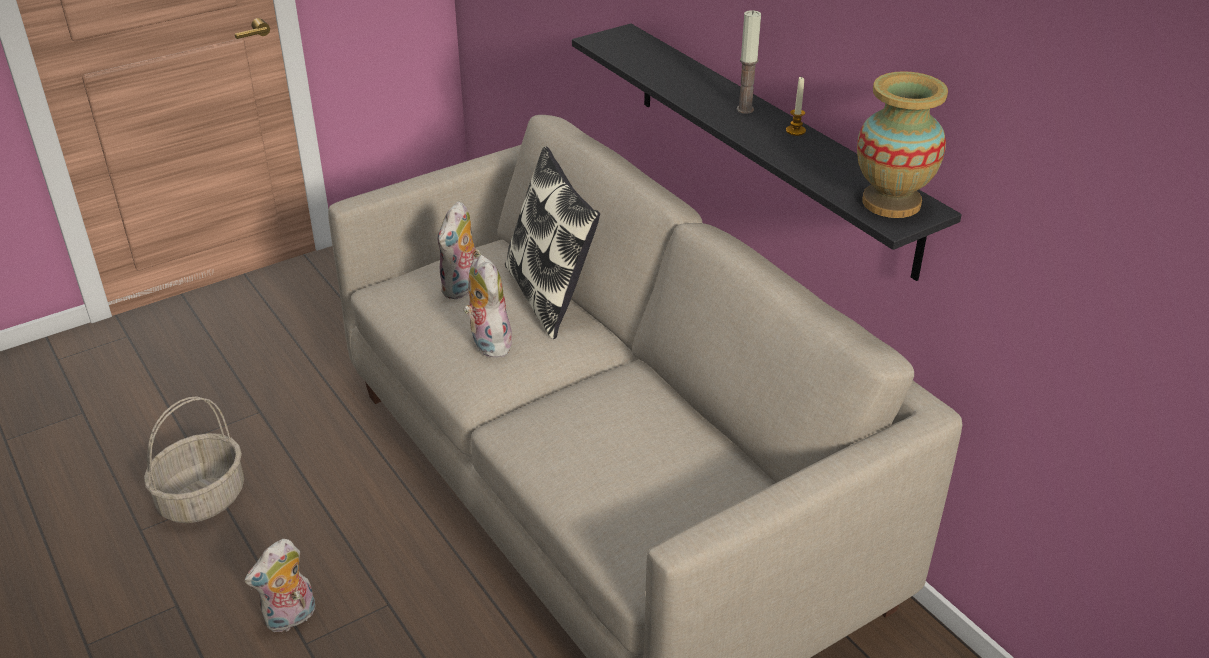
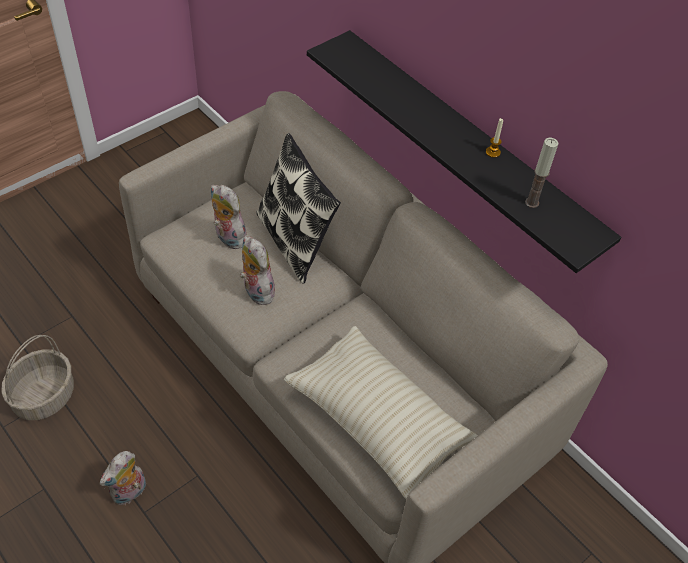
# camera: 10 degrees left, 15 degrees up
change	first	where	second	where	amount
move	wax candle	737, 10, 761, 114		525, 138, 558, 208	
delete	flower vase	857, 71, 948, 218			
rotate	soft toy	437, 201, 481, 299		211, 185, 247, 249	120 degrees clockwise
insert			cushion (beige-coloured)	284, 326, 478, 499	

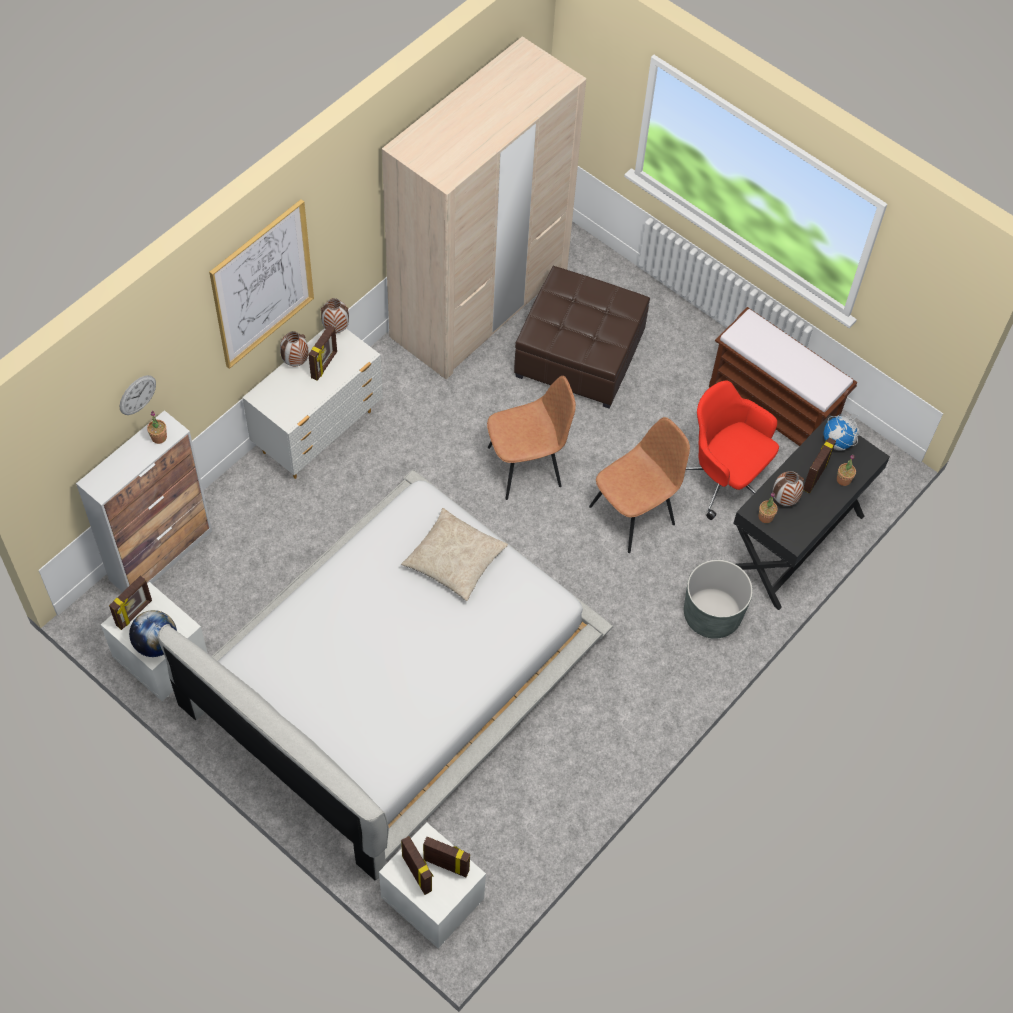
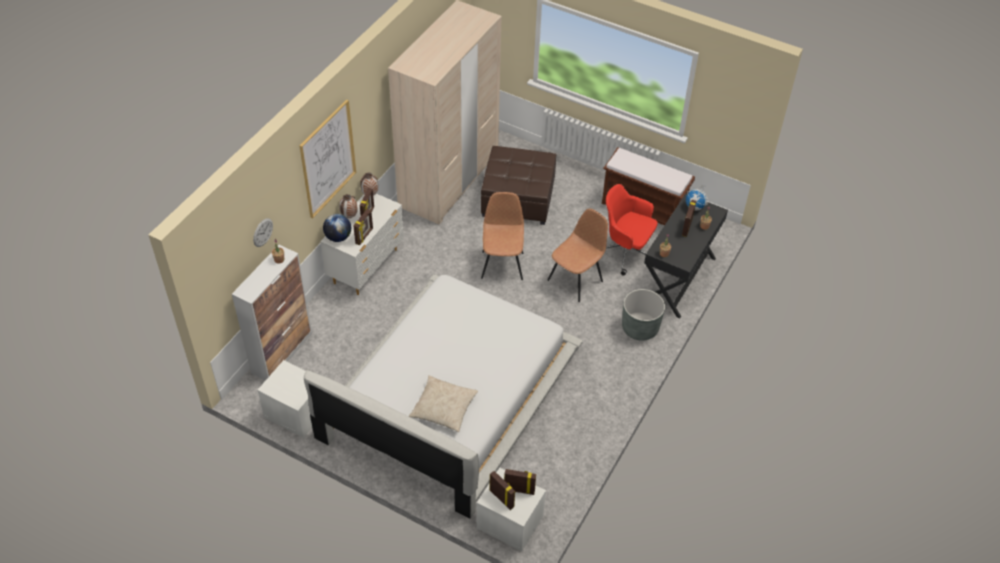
# camera: 10 degrees left, 10 degrees down
change	first	where	second	where	amount
rotate	plain chair (brownish)	487, 376, 576, 500		481, 192, 524, 280	60 degrees counterclockwise
delete	flower vase	773, 471, 804, 506			
move	cushion (beige-coloured)	401, 508, 508, 601		409, 375, 478, 432	
move	photo frame	109, 576, 152, 630		353, 209, 373, 245	
move	globe	129, 610, 177, 657		323, 214, 351, 242	

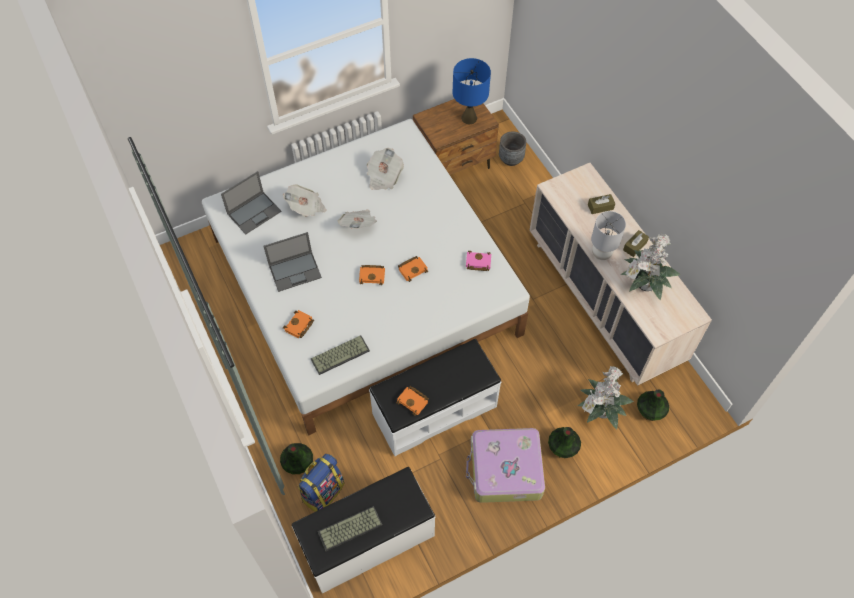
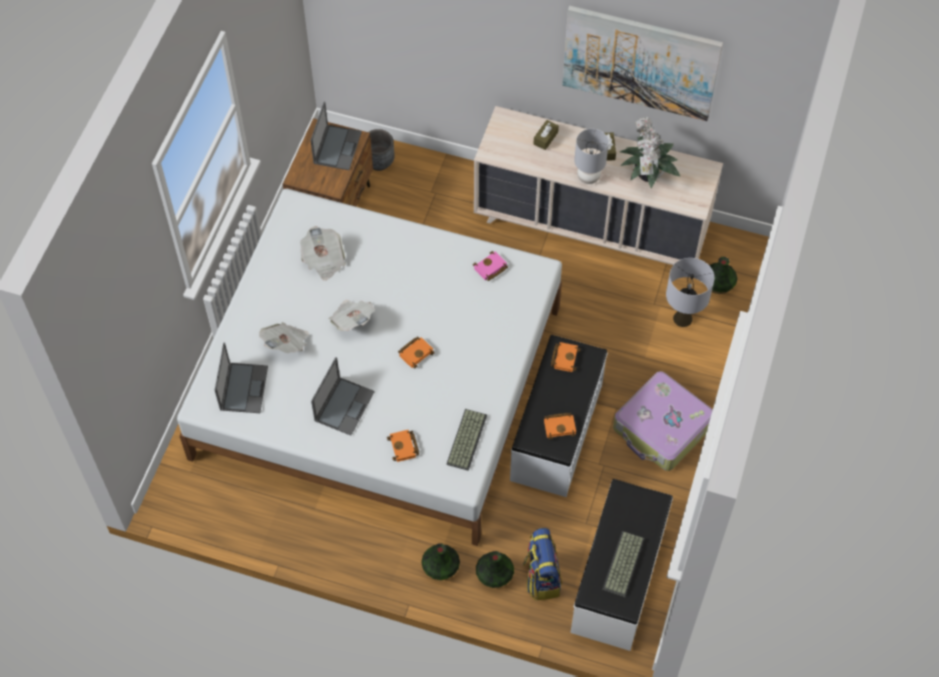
# camera: 45 degrees left, 0 degrees up
change	first	where	second	where	amount
replace	tabletop lamp (blue-coloured)	453, 58, 491, 124	laptop	311, 102, 362, 170	
move	volume (orange-coloured)	398, 256, 428, 282		551, 342, 581, 372	
replace	potted plant	578, 366, 634, 429	tabletop lamp (gray)	666, 258, 714, 327	
move	flower vase	548, 427, 581, 458		421, 543, 460, 580	
insert			picture	562, 6, 723, 121	

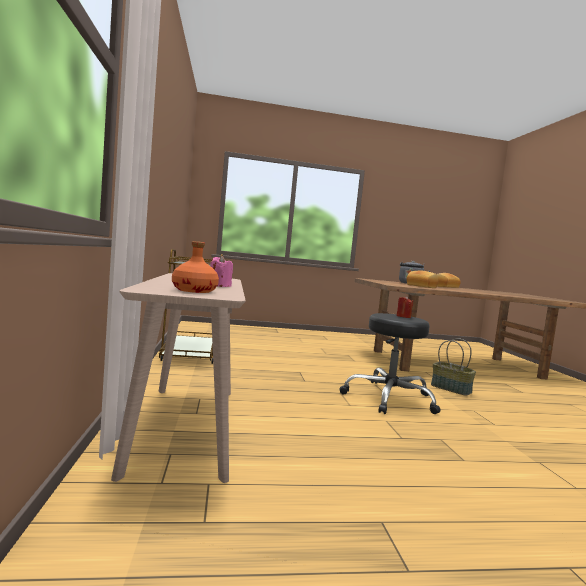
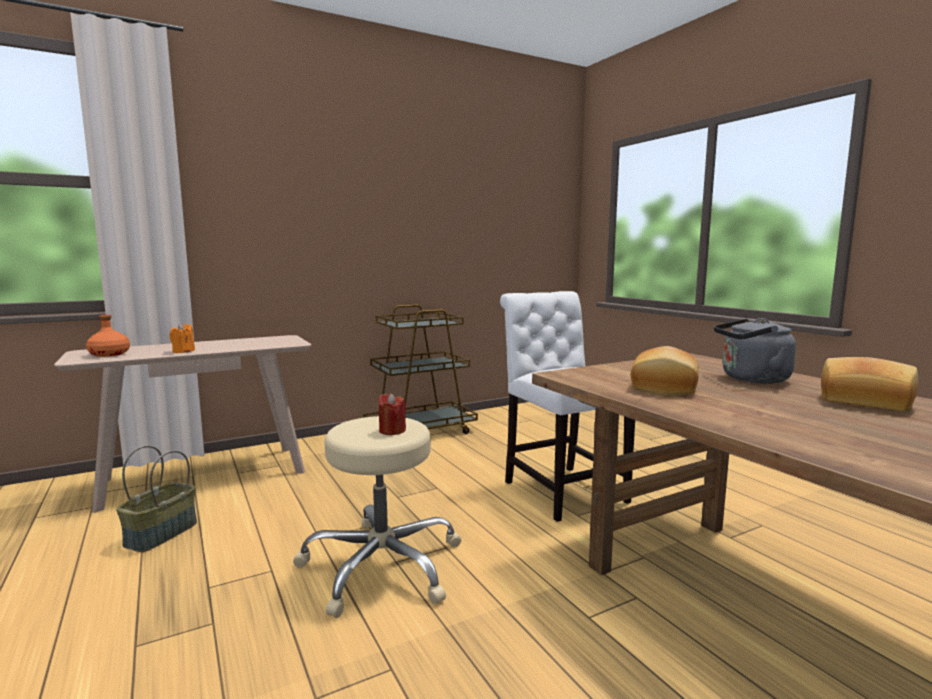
# camera: 70 degrees right, 5 degrees up
change	first	where	second	where	amount
recolor	wax candle (pink-coloured)	210, 255, 233, 287	wax candle (orange-coloured)	170, 323, 195, 353	
recolor	sitting stool (blackish)	340, 313, 441, 414	sitting stool (beige-coloured)	293, 416, 462, 618	
move	basket	431, 338, 476, 396		116, 445, 197, 552	
insert			plain chair (white-coloured)	500, 291, 635, 522	

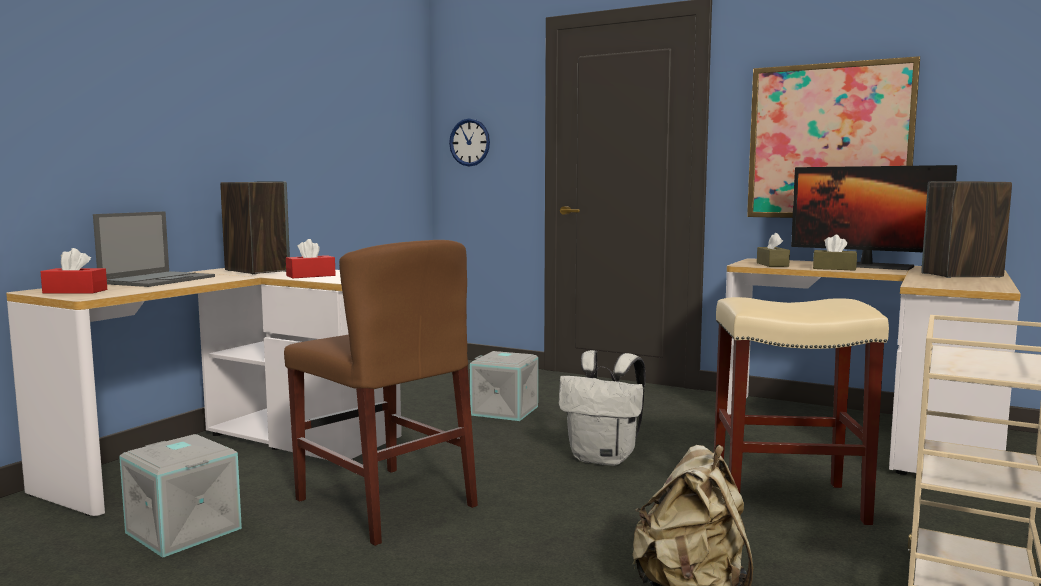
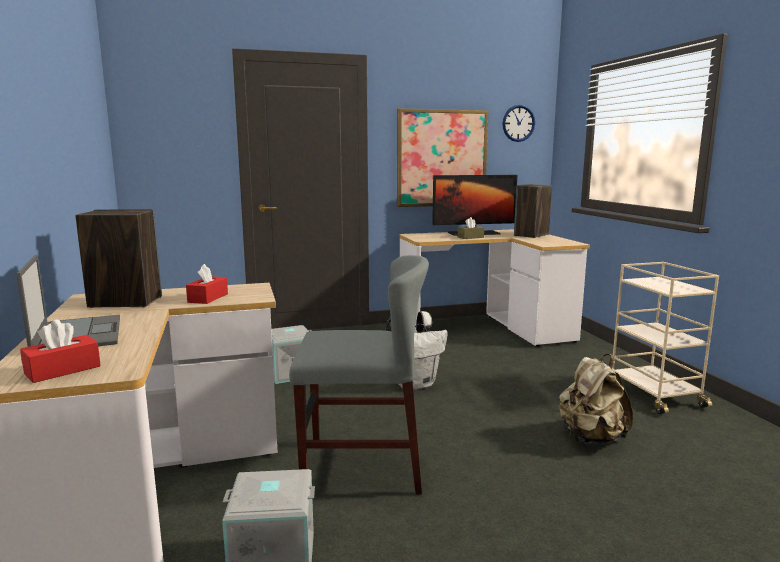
# camera: 45 degrees left, 5 degrees up
change	first	where	second	where	amount
move	hanging clock	449, 118, 490, 166		502, 105, 535, 142	
delete	tissue box (brownish)	757, 232, 790, 267			
recolor	plain chair (brownish)	284, 240, 478, 546	plain chair (gray)	289, 255, 429, 495	
delete	sitting stool (beige-coloured)	714, 297, 889, 525			

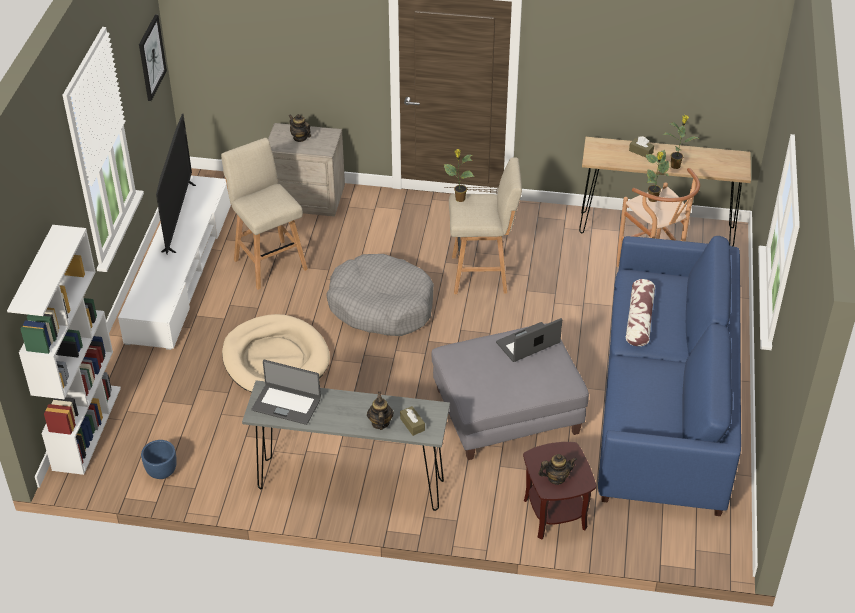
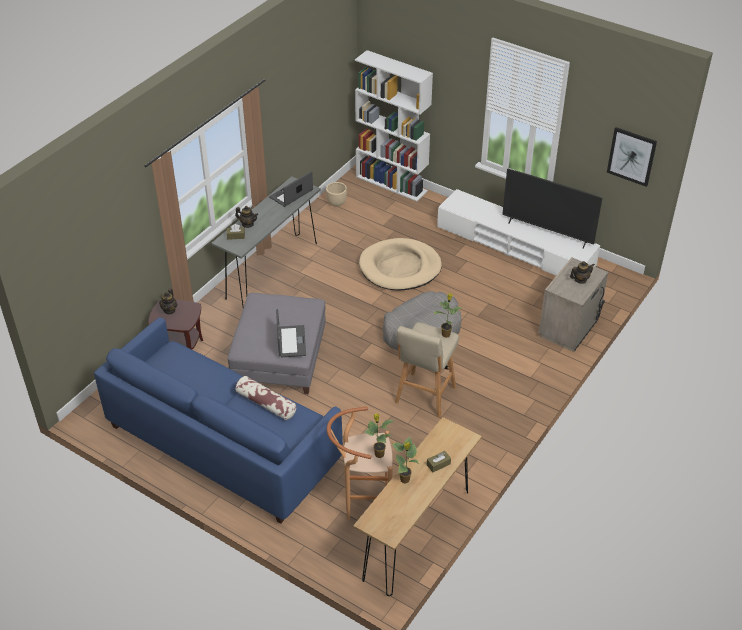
# camera: 115 degrees right, 0 degrees up
change	first	where	second	where	amount
delete	sitting stool (beige-coloured)	221, 138, 308, 290			
recolor	planter (blue-coloured)	141, 440, 177, 479	planter (beige-coloured)	326, 182, 347, 207	

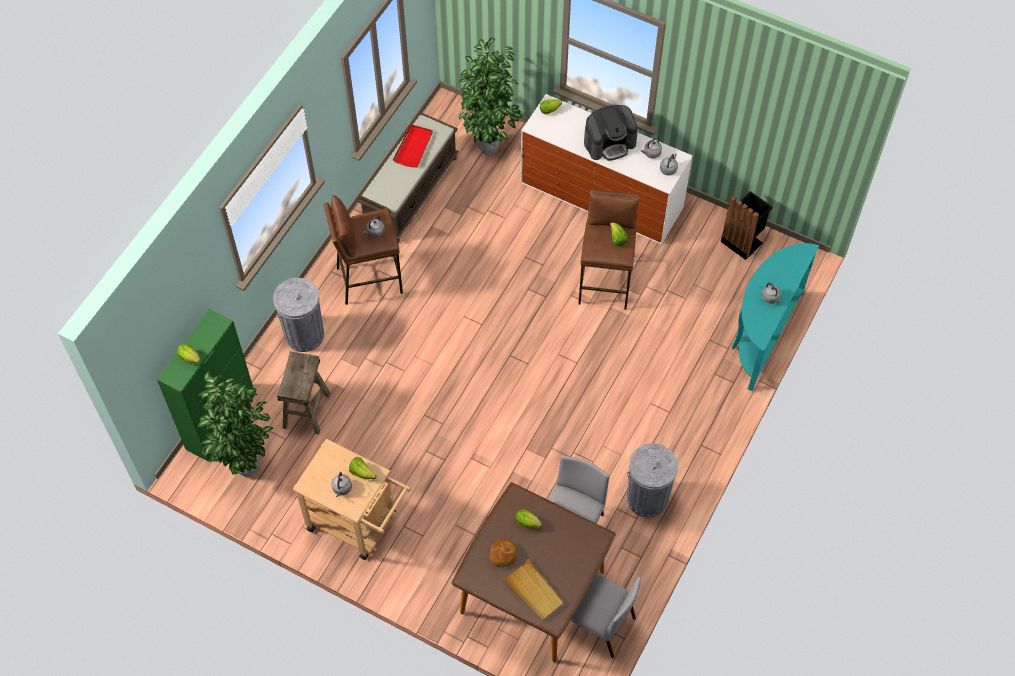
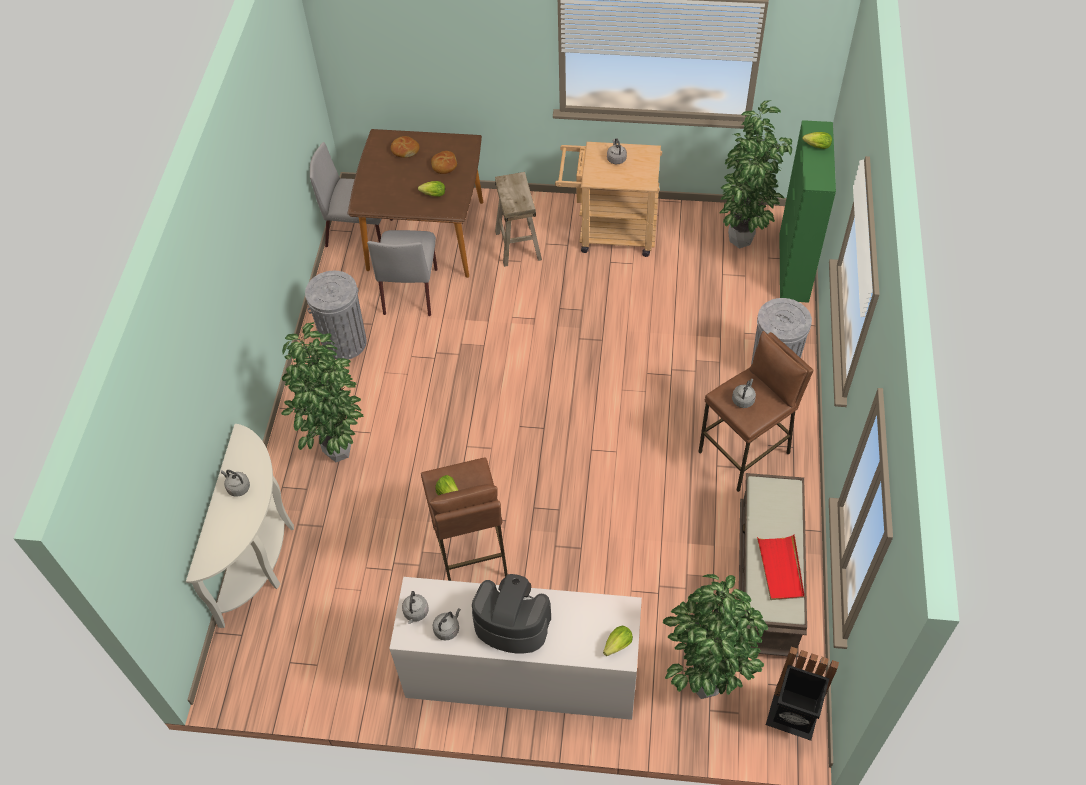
# camera: 160 degrees right, 5 degrees down
change	first	where	second	where	amount
rotate	coffee maker	584, 105, 638, 161		472, 574, 551, 654	60 degrees clockwise
move	rubbish bin (blackish)	721, 191, 773, 260		766, 647, 839, 741	
recolor	hall table (turquoise-coloured)	732, 243, 819, 391	hall table (white-coloured)	186, 424, 294, 628	
move	sitting stool (beige-coloured)	277, 352, 330, 434		495, 172, 542, 267	
delete	lettuce	349, 457, 377, 479			
replace	tray (beige-coloured)	504, 559, 564, 620	bakery bread	391, 136, 420, 158	
insert			potted plant	281, 322, 364, 463	

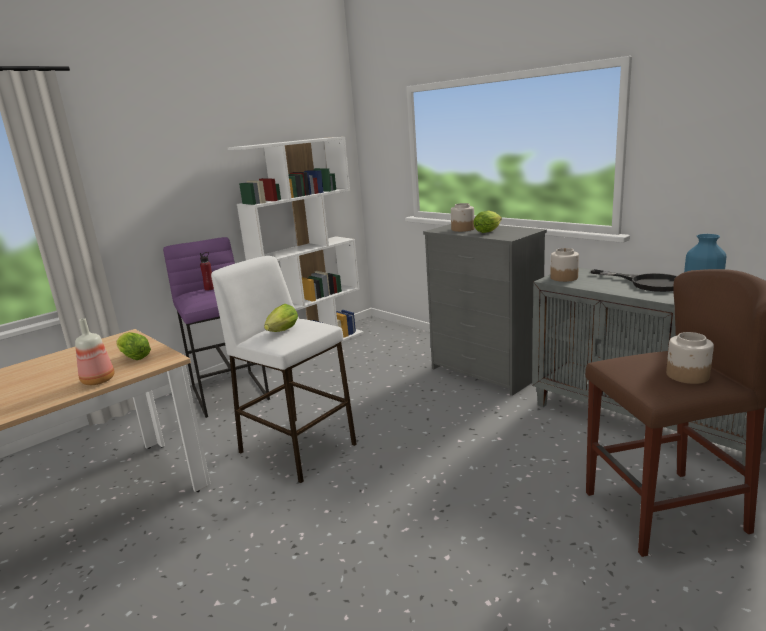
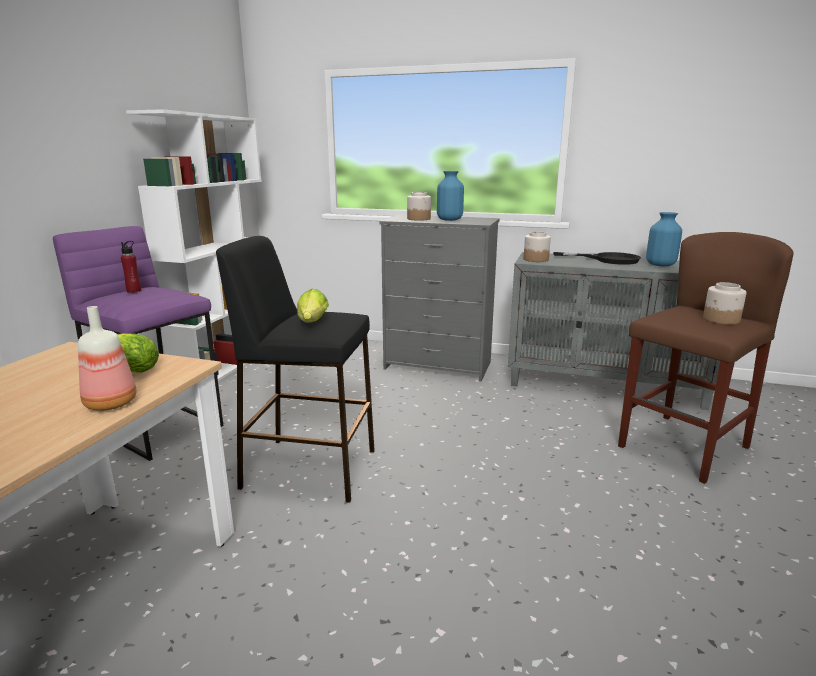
# camera: 30 degrees left, 0 degrees up
change	first	where	second	where	amount
replace	lettuce	473, 211, 502, 233	flower vase (blue-coloured)	437, 171, 464, 221	
recolor	sitting stool (white-coloured)	211, 256, 357, 483	sitting stool (blackish)	216, 236, 375, 503	

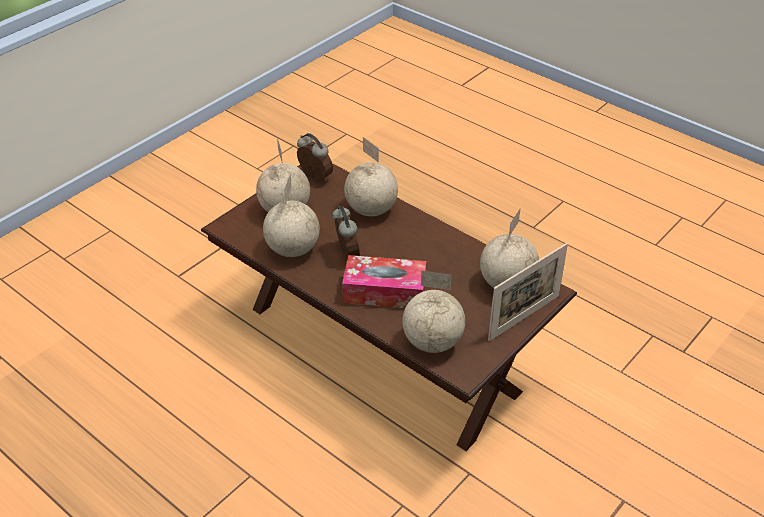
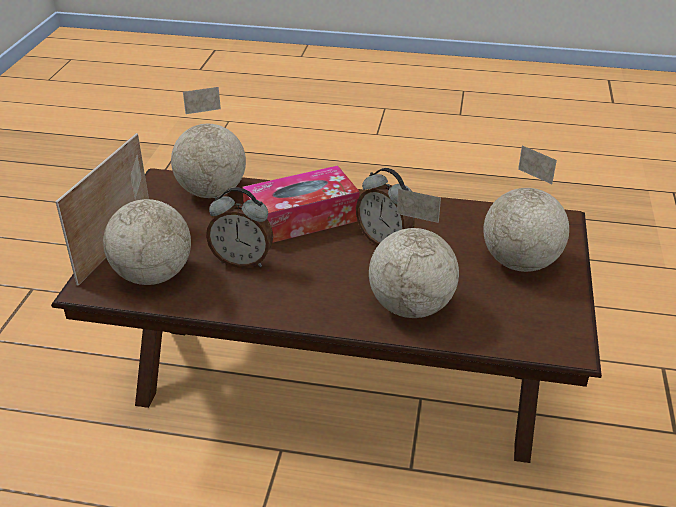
# camera: 150 degrees right, 5 degrees down
change	first	where	second	where	amount
move	bedside clock	297, 133, 333, 181		206, 187, 273, 268	
delete	globe	263, 173, 320, 257			

